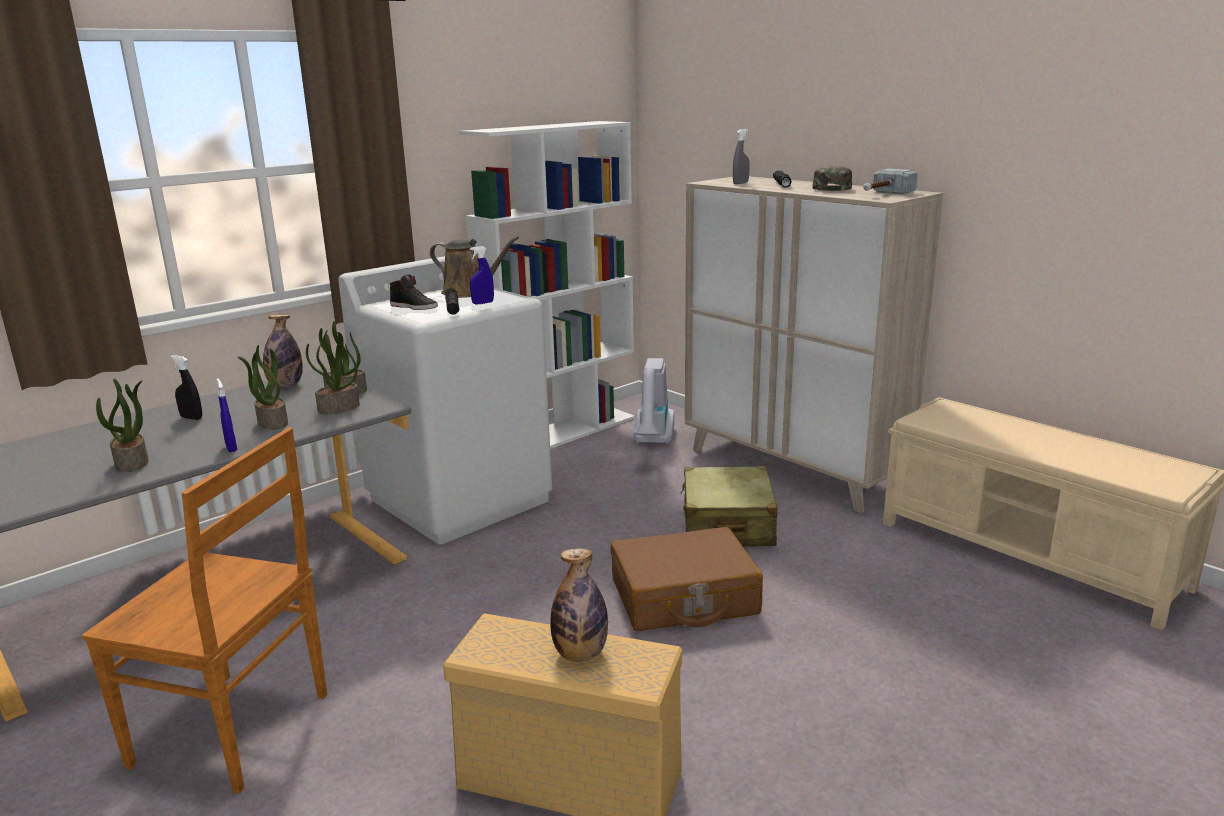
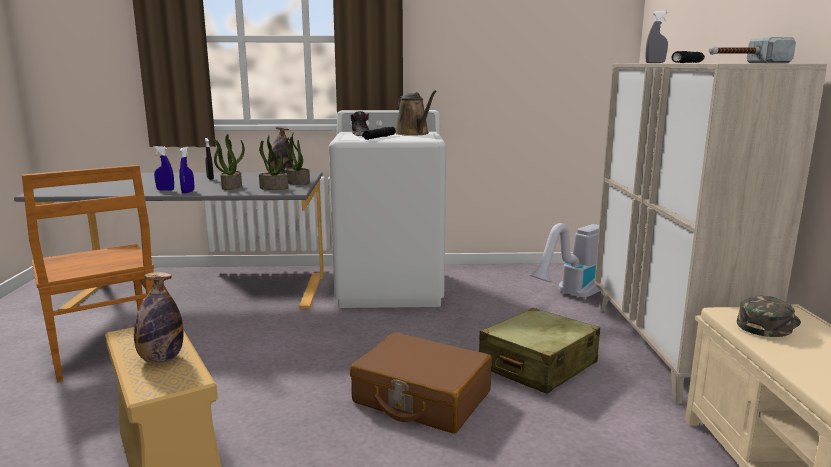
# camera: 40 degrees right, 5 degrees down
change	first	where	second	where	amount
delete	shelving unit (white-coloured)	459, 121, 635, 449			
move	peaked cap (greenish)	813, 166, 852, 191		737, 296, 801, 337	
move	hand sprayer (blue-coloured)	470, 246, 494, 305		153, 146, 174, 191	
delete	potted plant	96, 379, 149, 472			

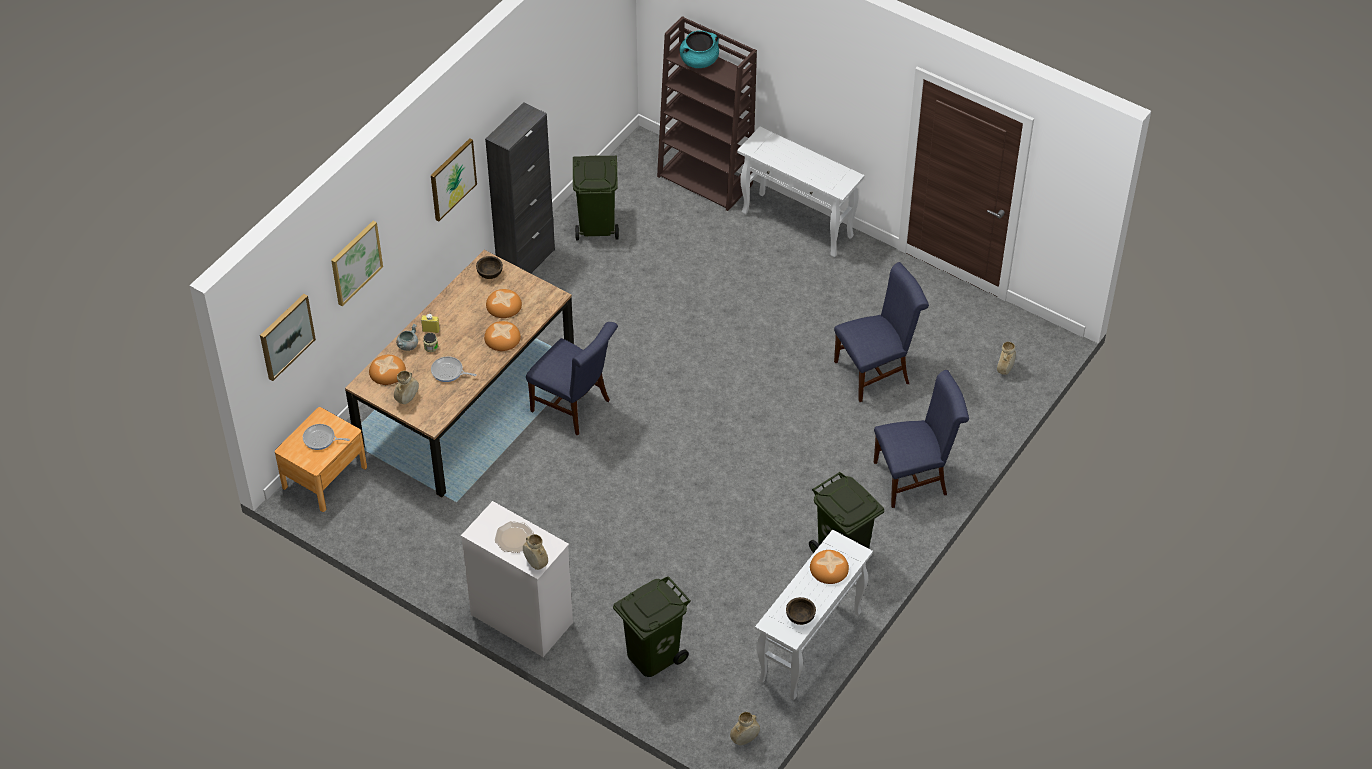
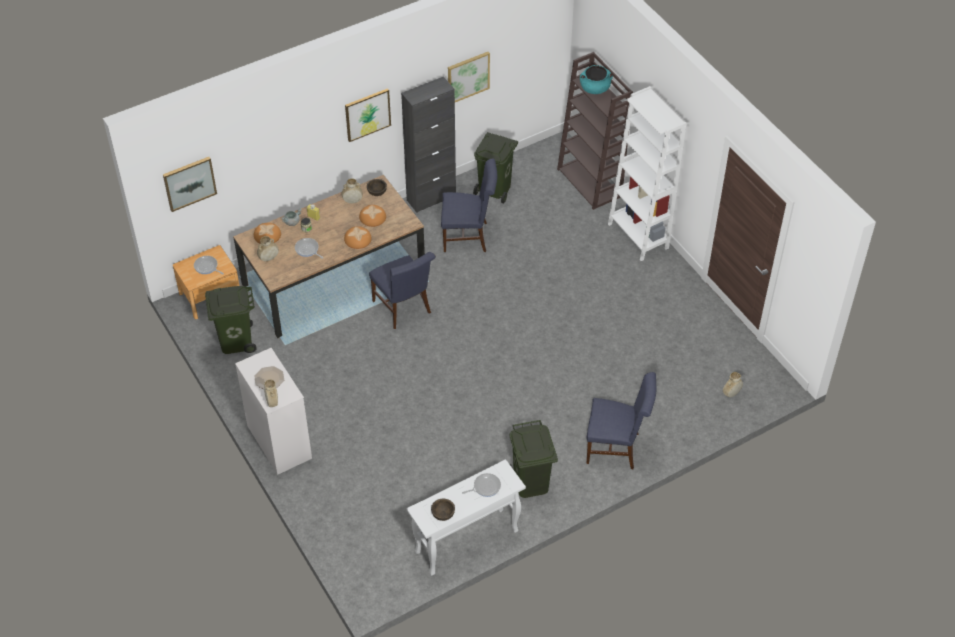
# camera: 25 degrees right, 0 degrees up
change	first	where	second	where	amount
replace	hall table (white-coloured)	737, 127, 864, 258	shelving unit (white-coloured)	608, 86, 686, 261	
move	picture	331, 221, 383, 306		448, 52, 490, 102	
move	plain chair (blue-coloured)	834, 262, 929, 402		441, 158, 497, 252	
replace	bakery bread	810, 550, 849, 584	frying pan	462, 473, 501, 497	
move	rubbish bin (greenish)	613, 576, 691, 677		205, 286, 257, 354	
move	flower vase (beige-coloured)	730, 712, 760, 745		341, 178, 363, 203	

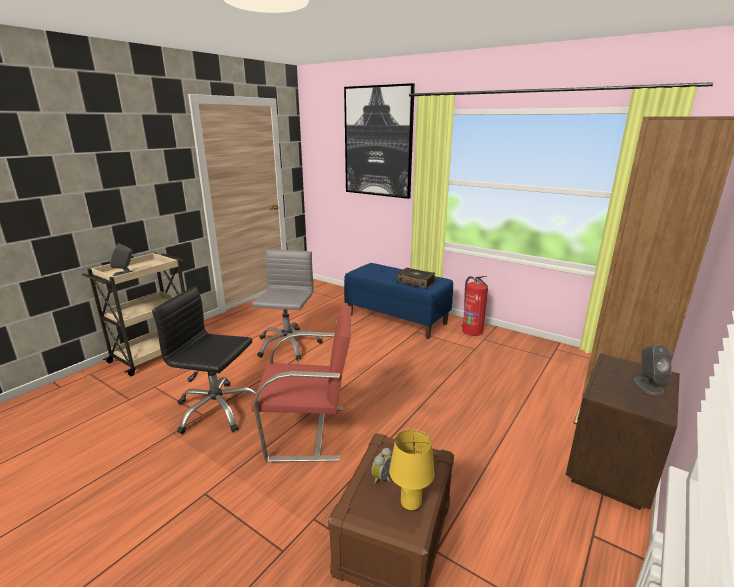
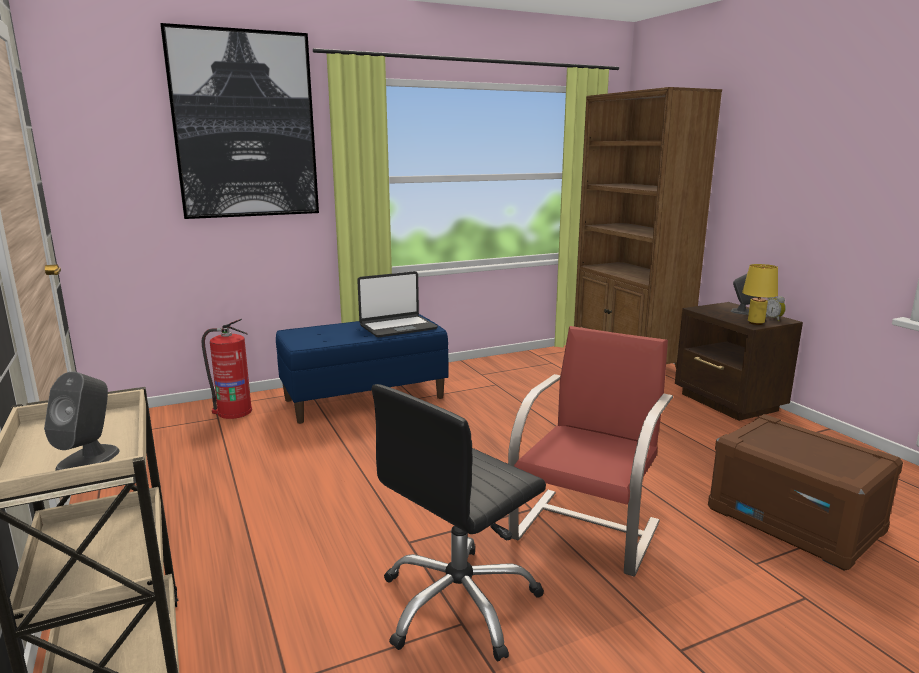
# camera: 60 degrees left, 5 degrees down
change	first	where	second	where	amount
delete	office chair (gray)	252, 249, 322, 361			
replace	volume	397, 268, 435, 288	laptop	357, 271, 438, 337	
move	fire-fighting cylinder	462, 276, 488, 336		202, 319, 252, 419	
move	tabletop lamp (yellowish)	389, 429, 435, 511		742, 264, 778, 325	
move	bedside clock	372, 448, 392, 484		766, 296, 786, 322	

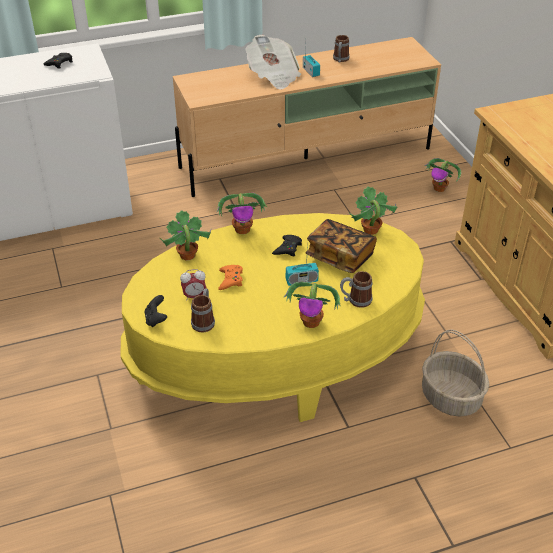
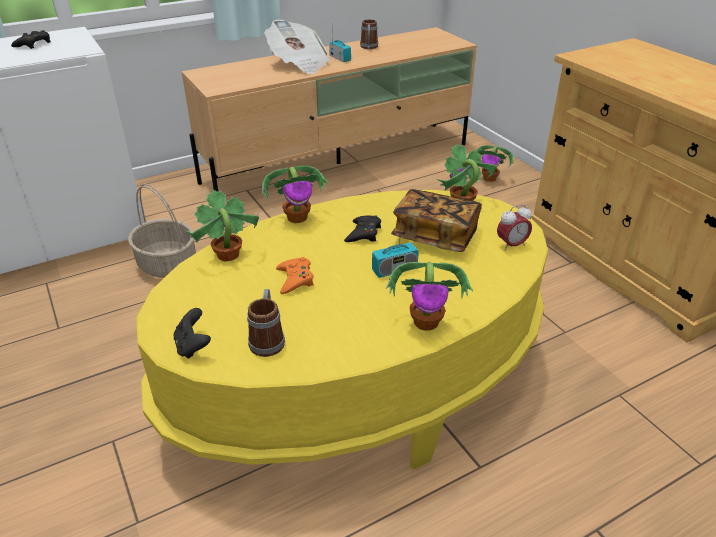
# camera: 10 degrees left, 5 degrees down
change	first	where	second	where	amount
move	bedside clock	180, 269, 207, 301		497, 204, 532, 251	
delete	coffee mug	340, 271, 372, 308			
move	basket	422, 329, 489, 417		128, 183, 196, 278	

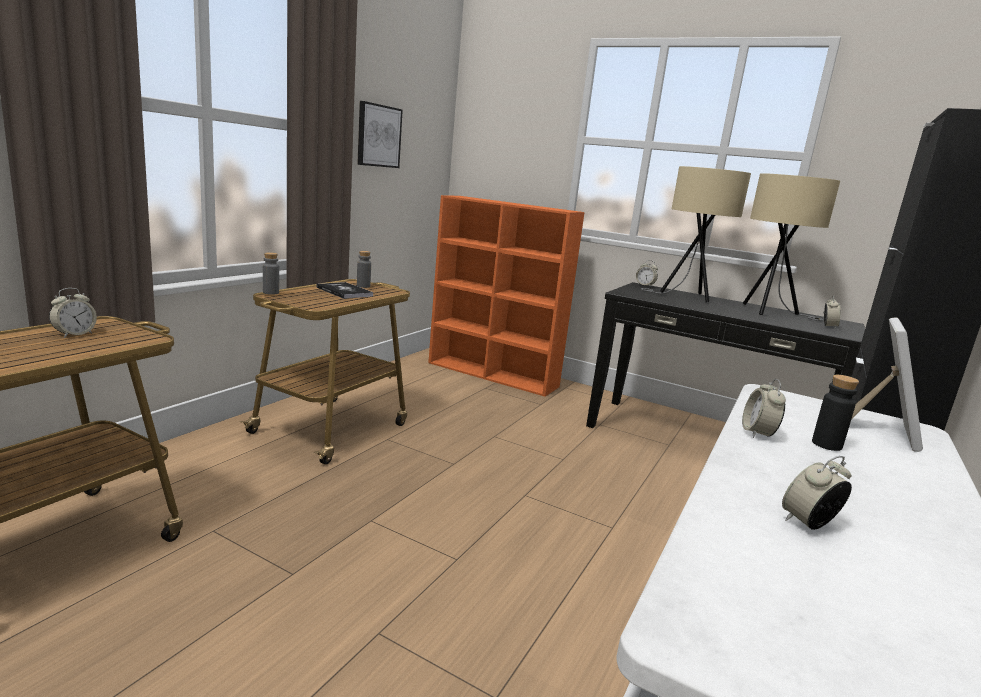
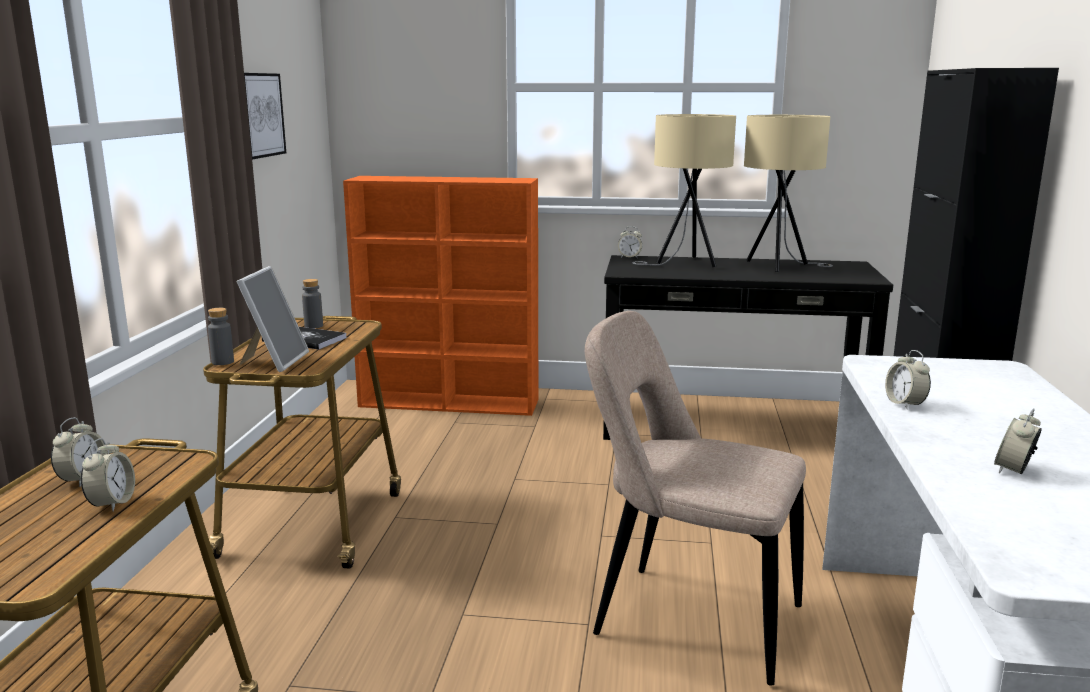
# camera: 20 degrees left, 0 degrees up
change	first	where	second	where	amount
move	bedside clock	823, 296, 840, 328		81, 438, 135, 512	
move	photo frame	851, 317, 923, 452		237, 266, 309, 372	
delete	drink bottle (blackish)	812, 375, 859, 451			
insert			plain chair (beige-coloured)	585, 311, 806, 686	

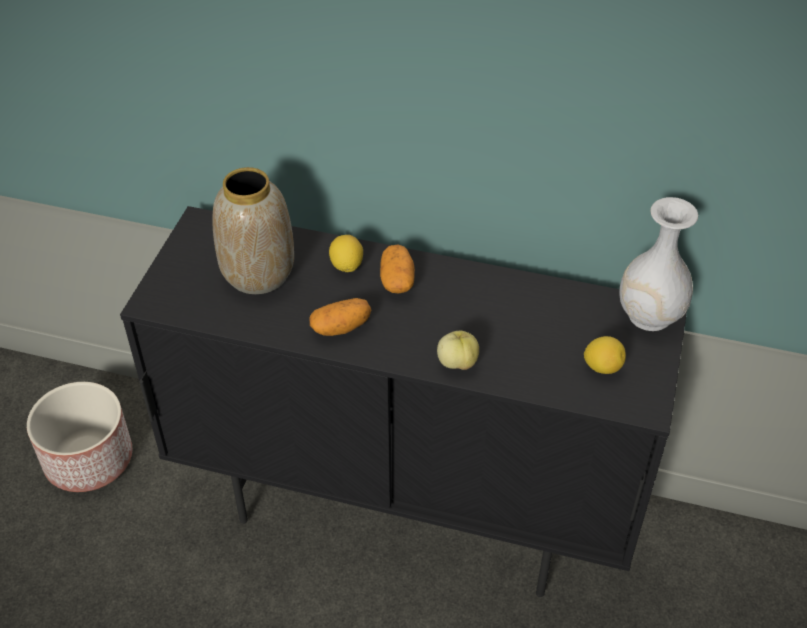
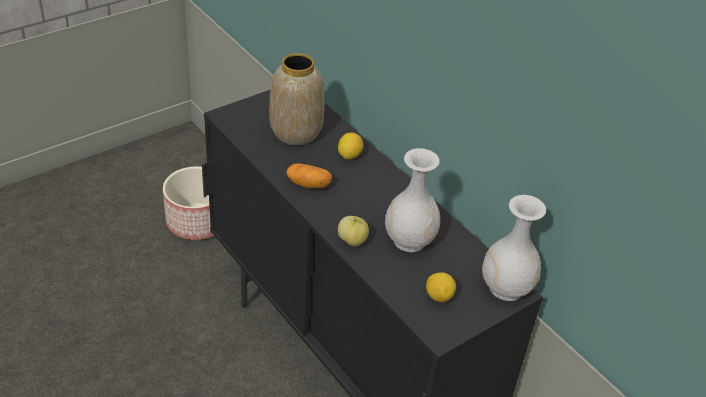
# camera: 35 degrees right, 5 degrees down
change	first	where	second	where	amount
delete	spud	380, 245, 415, 293			
insert			flower vase (white-coloured)	385, 148, 440, 252	

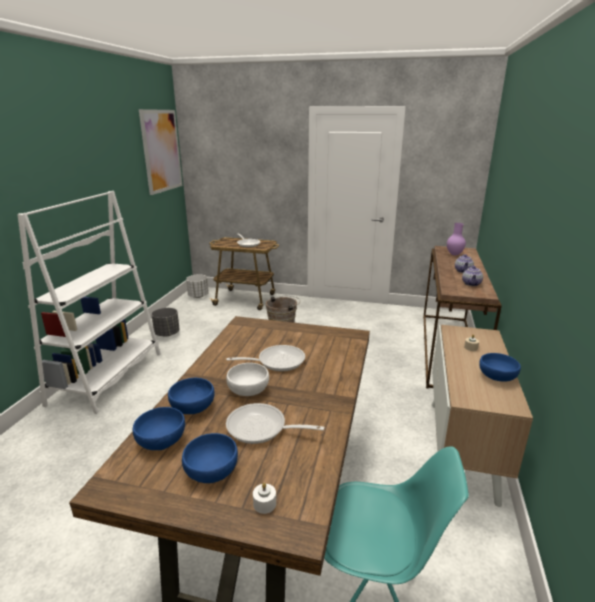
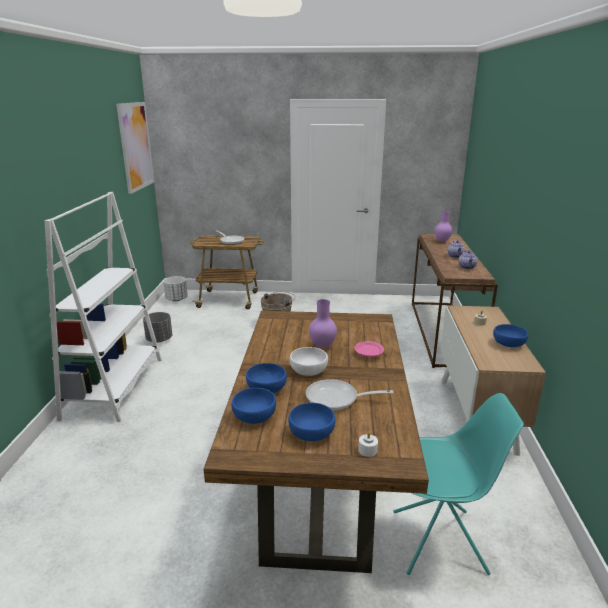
# camera: 10 degrees left, 0 degrees up
change	first	where	second	where	amount
replace	frying pan	226, 345, 305, 371	flower vase (purplish)	309, 299, 337, 348	
insert			plate (pink-coloured)	354, 341, 384, 357	

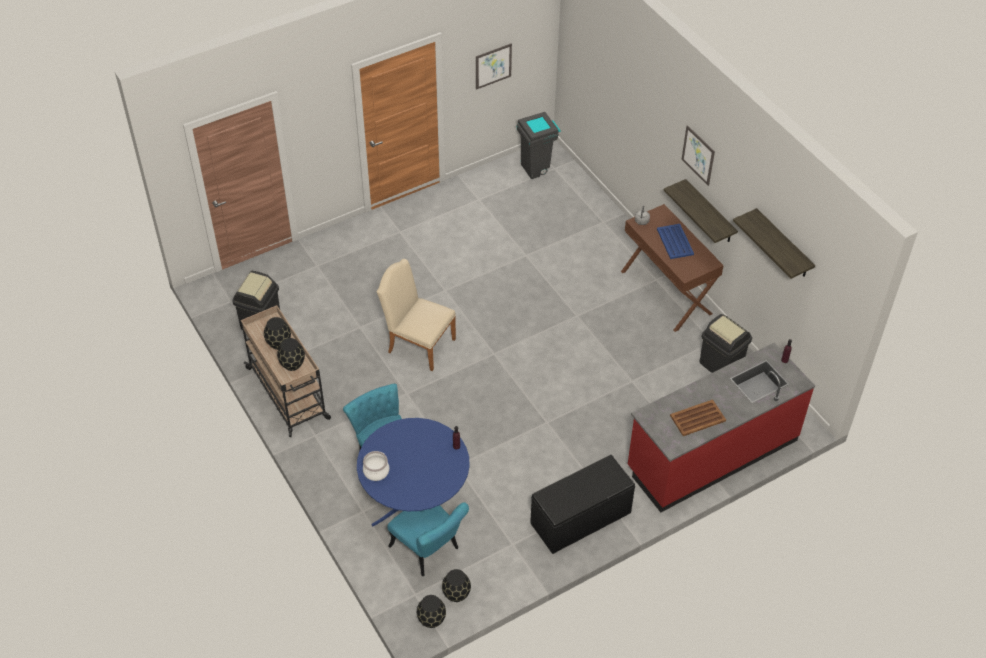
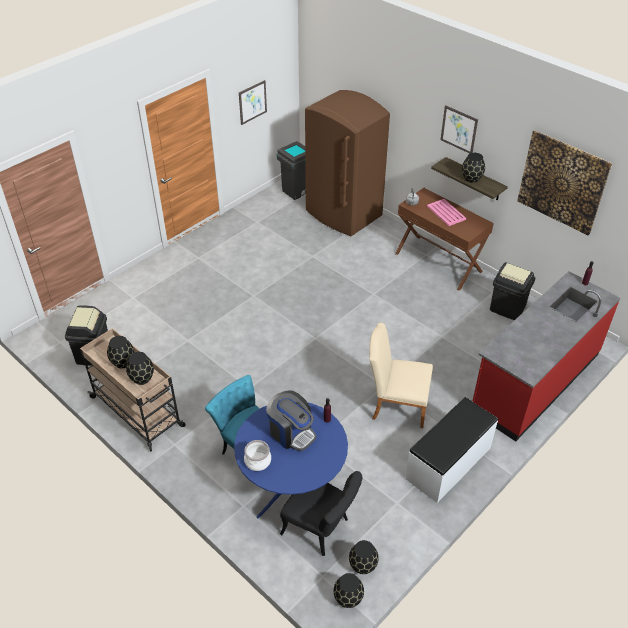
# camera: 15 degrees left, 5 degrees down
change	first	where	second	where	amount
replace	bracket shelf	733, 208, 815, 279	picture	517, 130, 612, 236	
recolor	tray (blue-coloured)	657, 224, 694, 259	tray (pink-coloured)	427, 199, 466, 226	
move	plain chair (beige-coloured)	377, 259, 456, 371		369, 323, 433, 428	
delete	tray (brownish)	670, 400, 726, 436			
recolor	indoor bench (blackish)	530, 455, 635, 554	indoor bench (white-coloured)	406, 397, 498, 503	
recolor	plain chair (turquoise-coloured)	387, 503, 469, 576	plain chair (blackish)	280, 471, 362, 556	
insert			refrigerator (brownish)	305, 90, 390, 236	
insert			flower vase (blackish)	462, 153, 485, 183	
insert			coffee maker	266, 390, 316, 451	

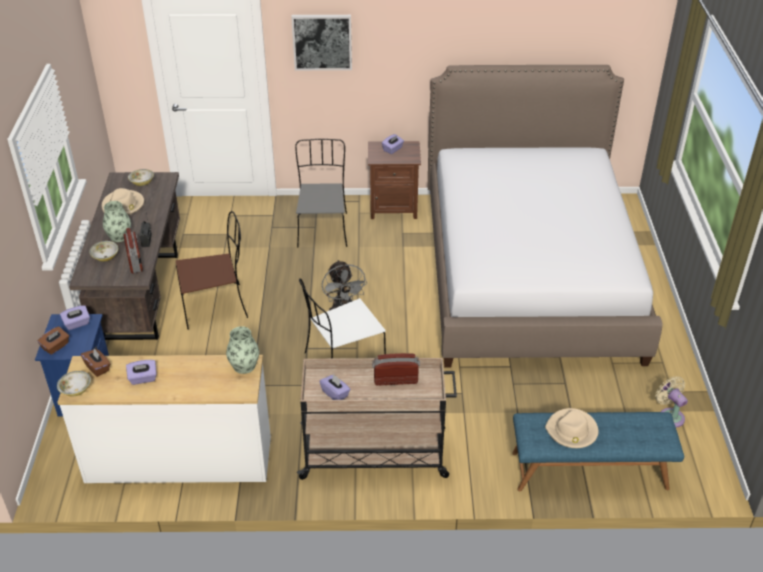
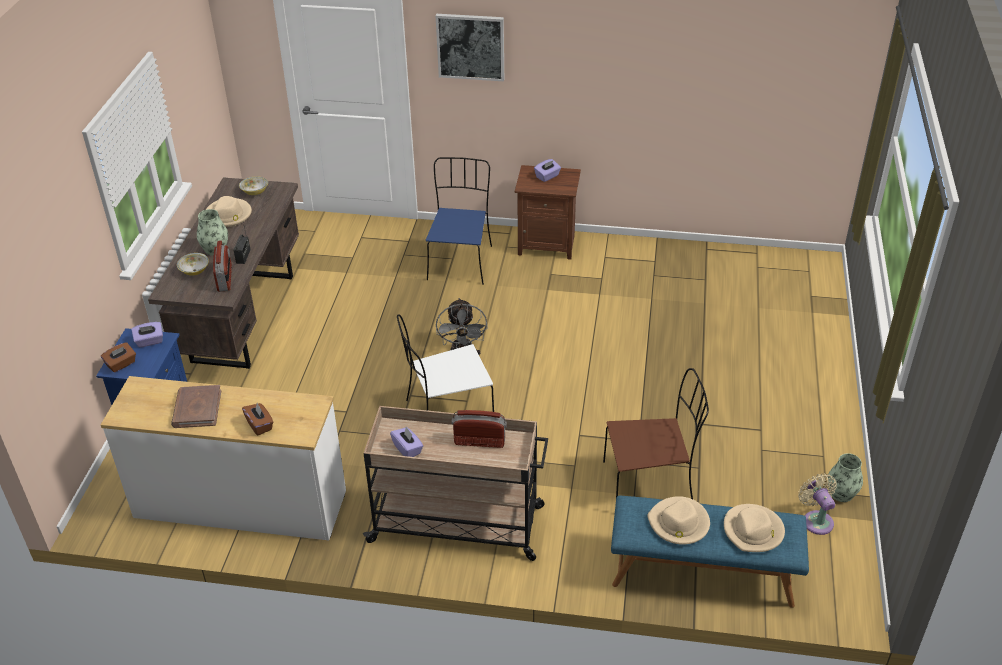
# camera: 10 degrees right, 0 degrees up
change	first	where	second	where	amount
delete	bedroom bed	428, 65, 662, 367			
recolor	plain chair (gray)	295, 139, 347, 248	plain chair (blue-coloured)	426, 157, 492, 285	
move	plain chair (brownish)	176, 211, 248, 330		603, 368, 709, 499	
move	flower vase	226, 326, 259, 374		828, 453, 863, 502	
move	tissue box (brownish)	81, 349, 110, 377		242, 403, 273, 436	
replace	tissue box (purplish)	126, 360, 157, 385	volume (brownish)	171, 385, 221, 428	
delete	deep dish	57, 371, 91, 396			
insert			clothing hat (beige-coloured)	724, 504, 785, 552	

